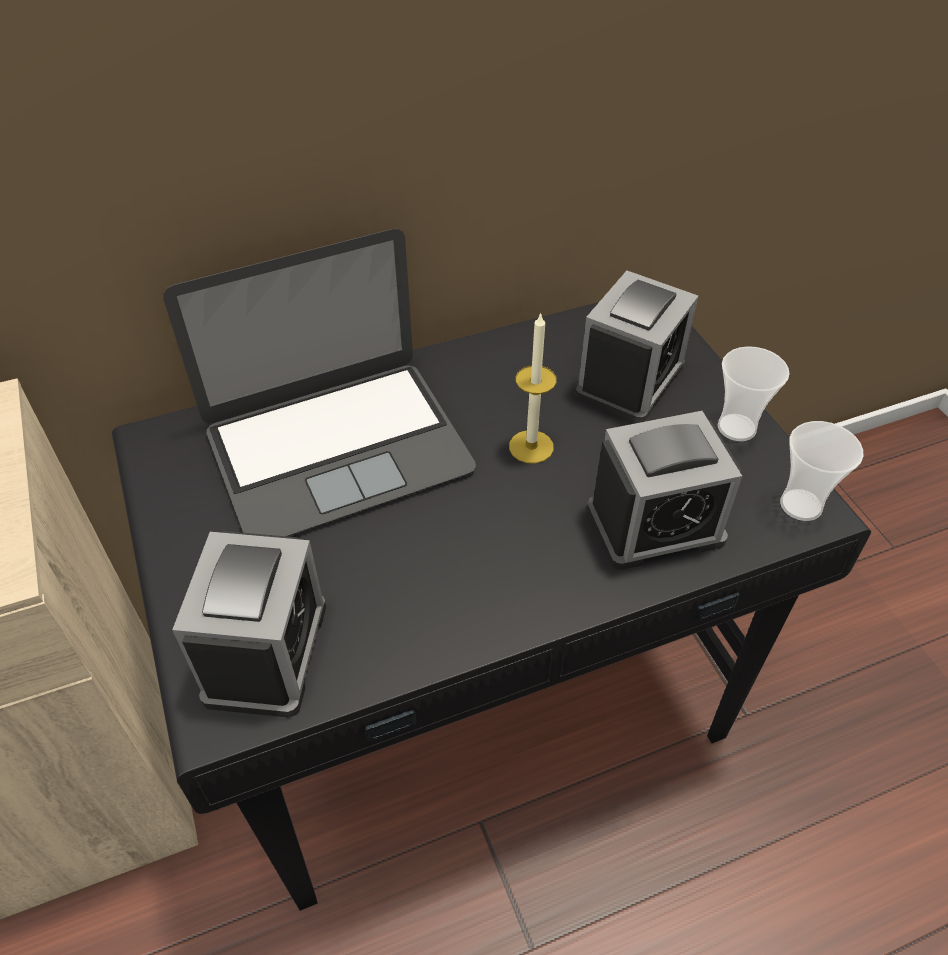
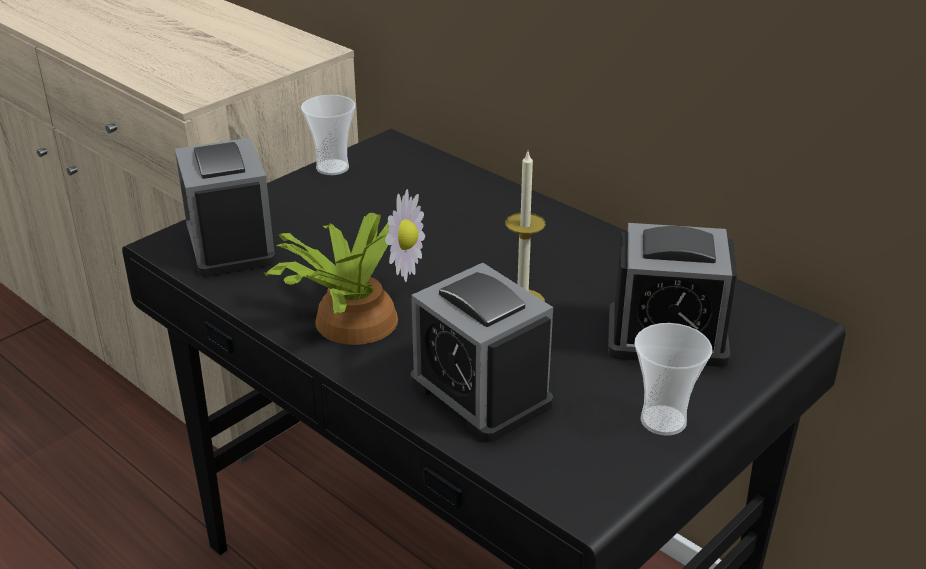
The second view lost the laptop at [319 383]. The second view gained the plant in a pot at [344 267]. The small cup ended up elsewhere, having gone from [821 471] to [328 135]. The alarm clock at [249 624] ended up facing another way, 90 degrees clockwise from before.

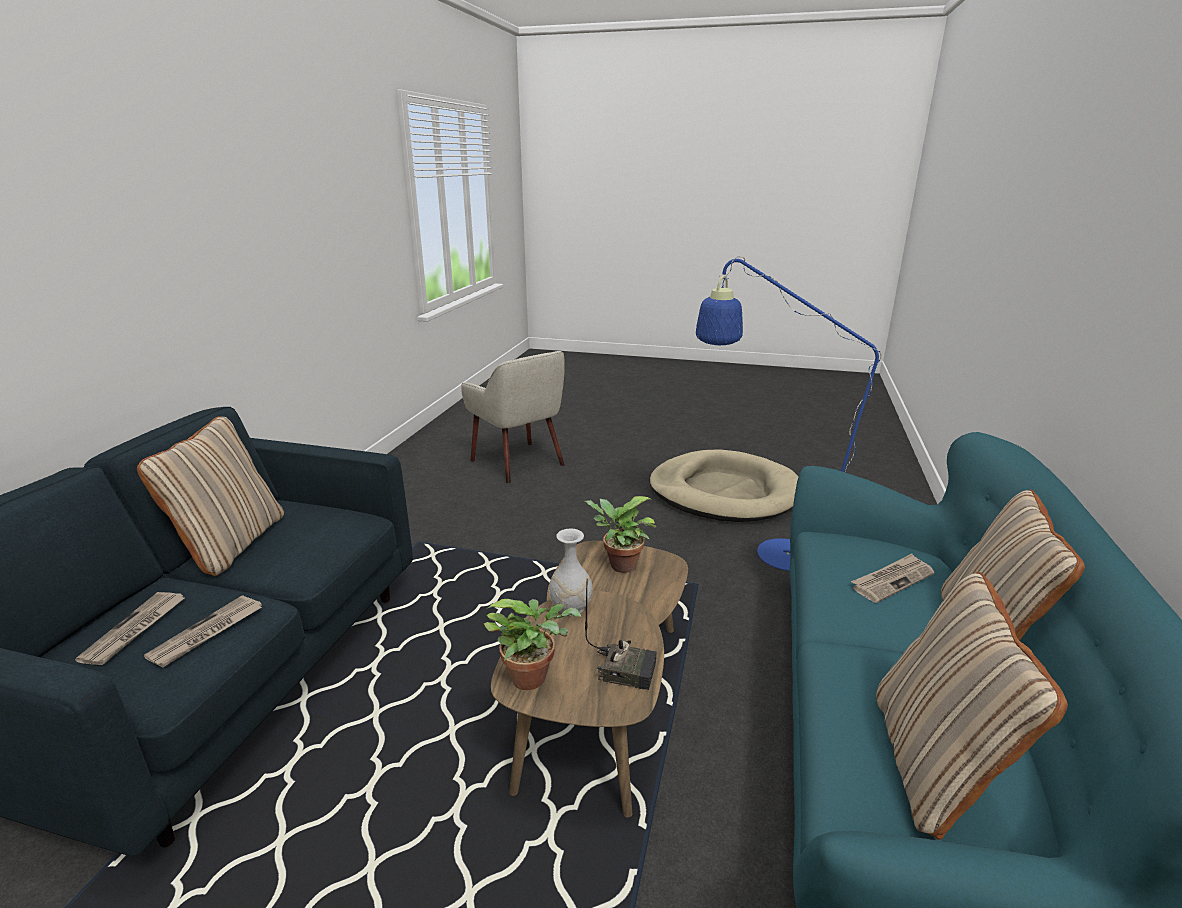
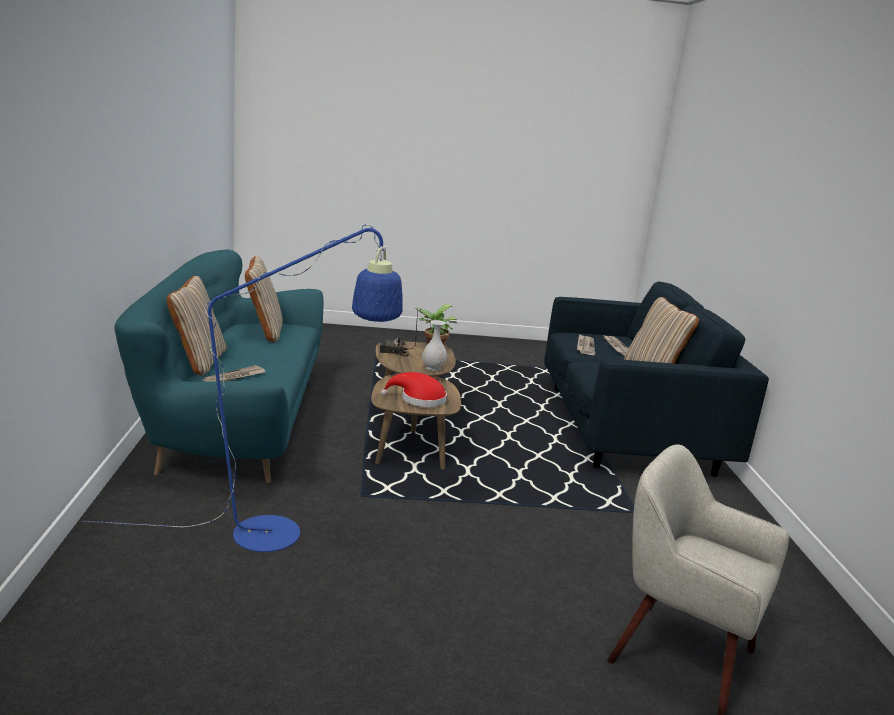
The second view lost the dog cushion in sand-coloured at [723 485]. Where the plant in a pot stood at [620 534], the wearable hat in red-coloured came to stand at [414 389].

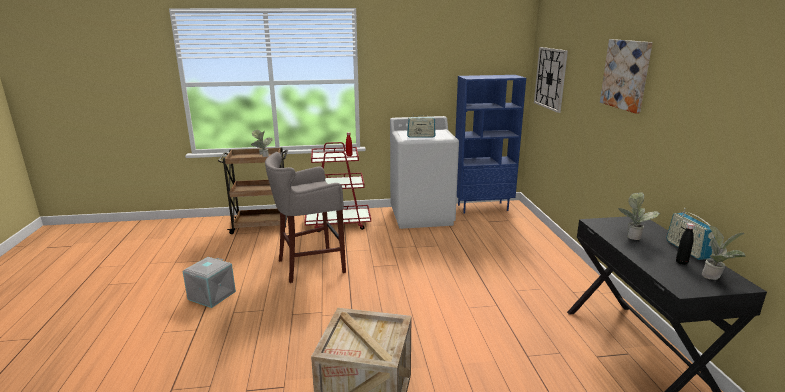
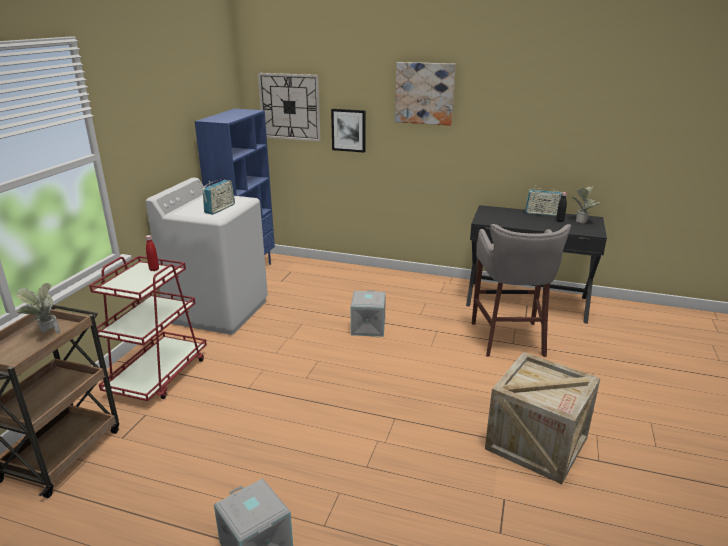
The second view lost the plant in a pot at [639 216]. The second view gained the picture at [348 131]. The second view gained the storage container in greyish at [368 313]. The stool in greyish ended up elsewhere, having gone from [305 217] to [521 290].

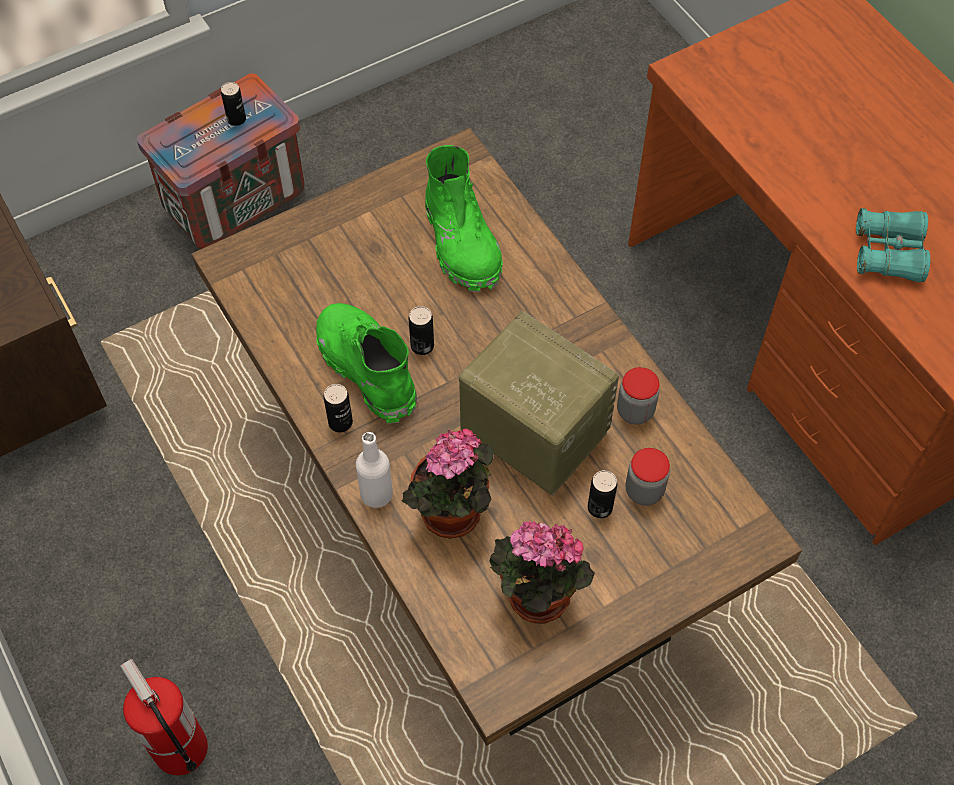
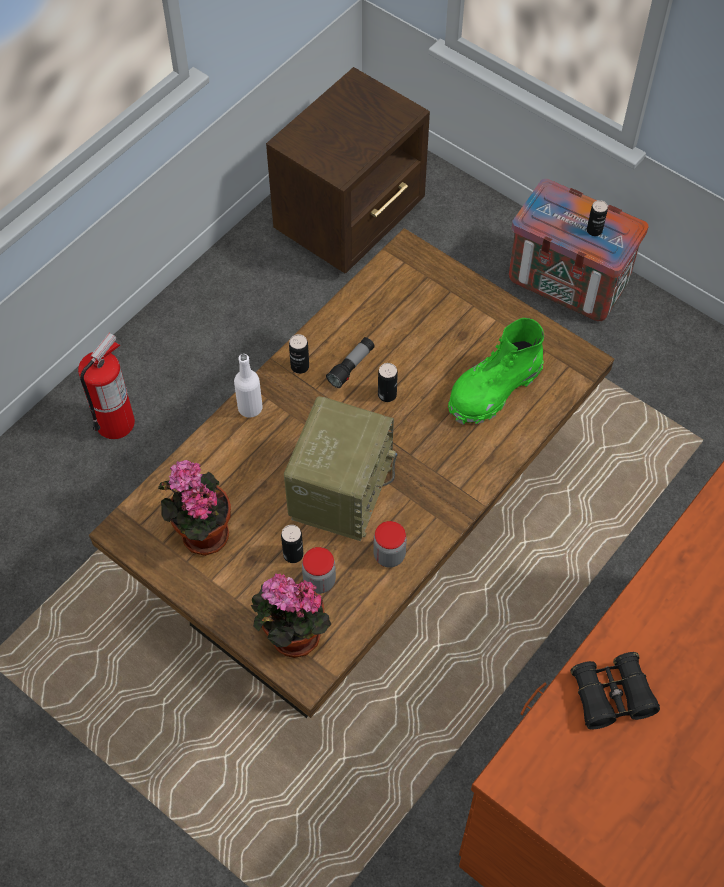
The plant in a pot ended up elsewhere, having gone from [448 484] to [291 616]. Where the boot in green-coloured stood at [366 363], the hand torch came to stand at [350 362]. What was the field glasses in blue-green at [893 245] turned into the field glasses in blackish at [615 691].

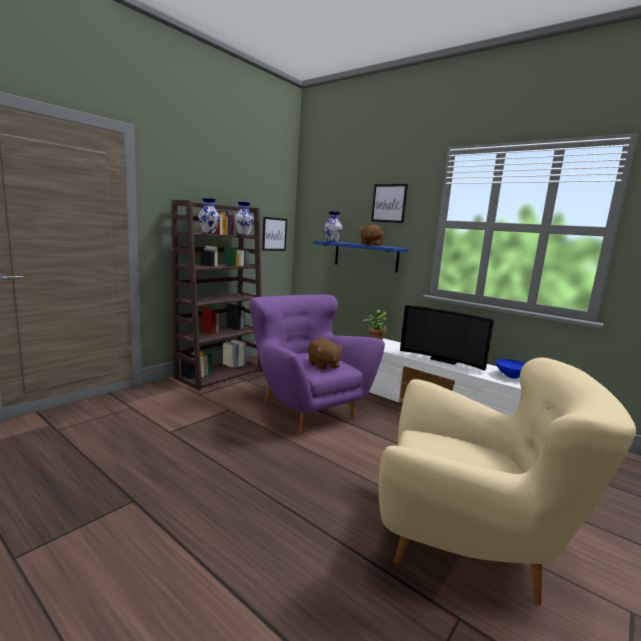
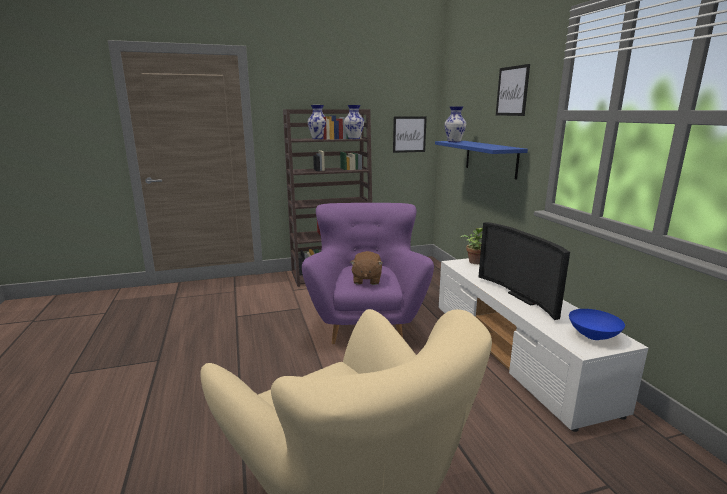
The second view lost the soft toy in brown at [372 235].

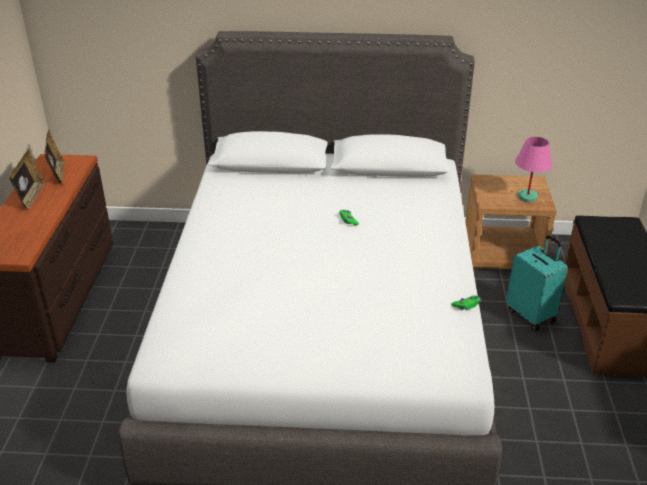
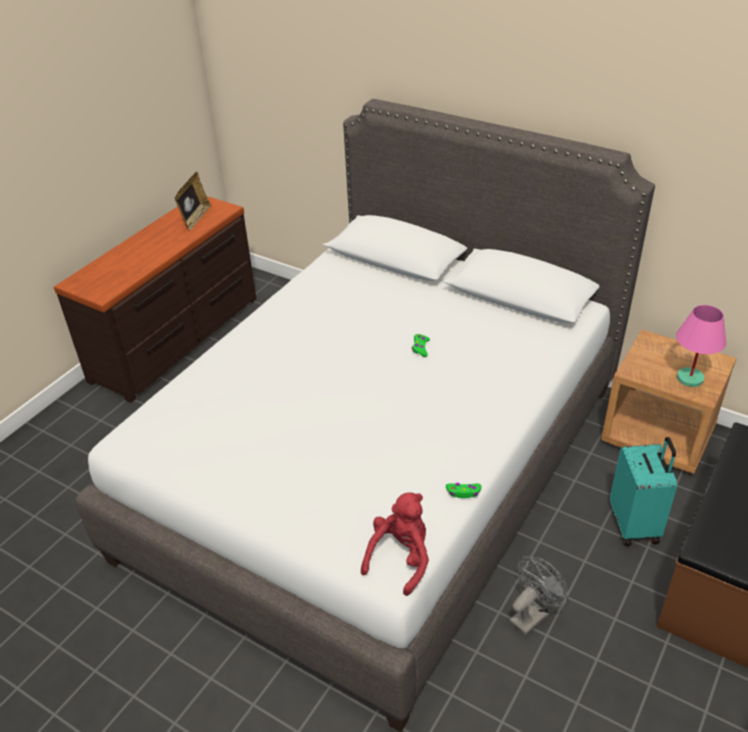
The second view lost the standing frame at [27 180]. The second view gained the soft toy in red-coloured at [395 544]. The second view gained the fan in greyish at [539 595].

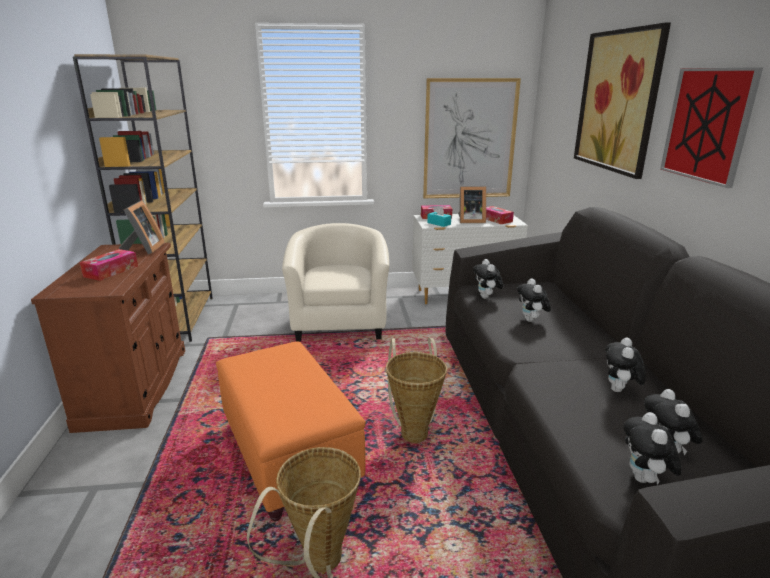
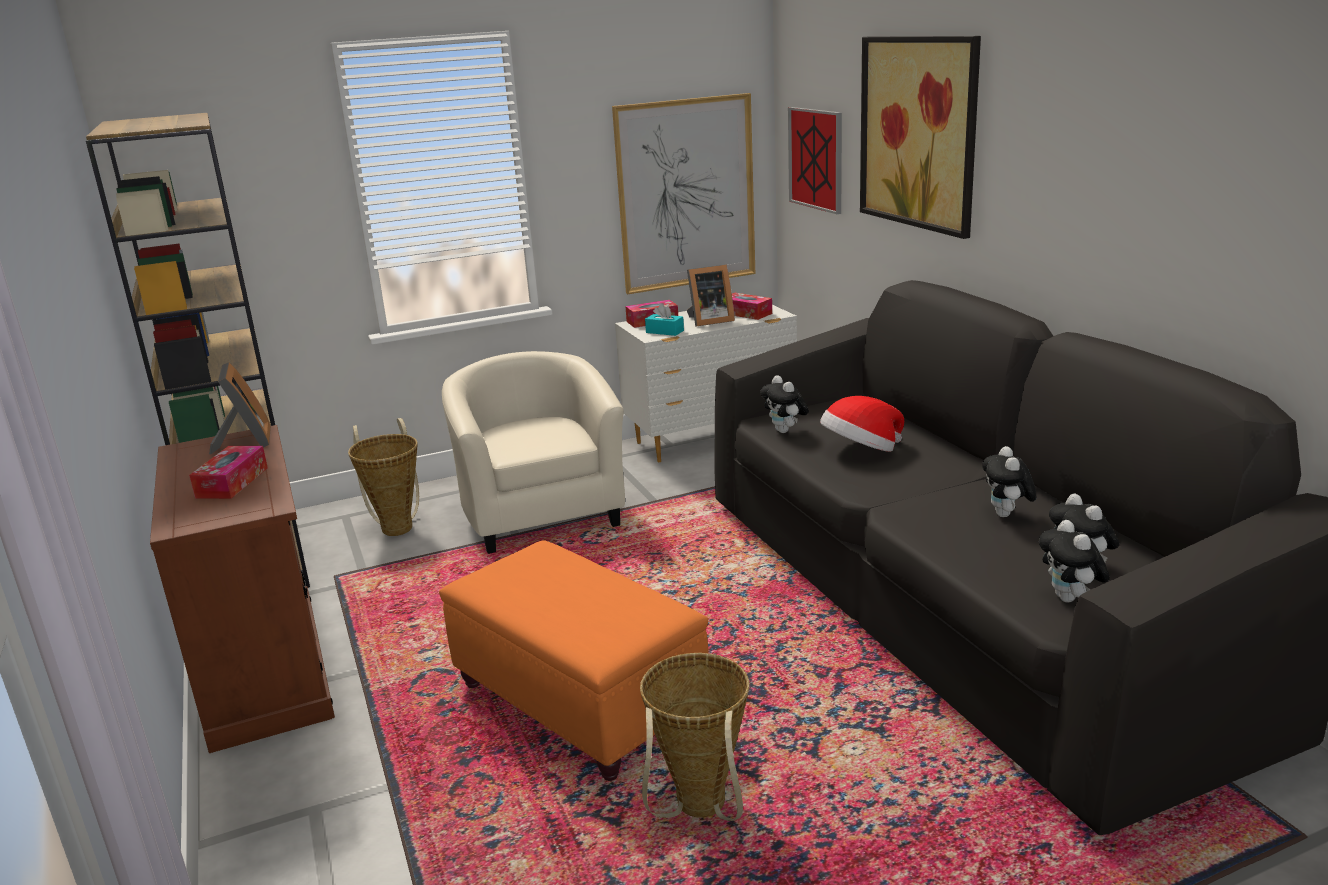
The basket ended up elsewhere, having gone from [416 390] to [383 477]. The picture ended up elsewhere, having gone from [711 127] to [815 160]. Where the soft toy stood at [534 300], the wearable hat came to stand at [862 424].

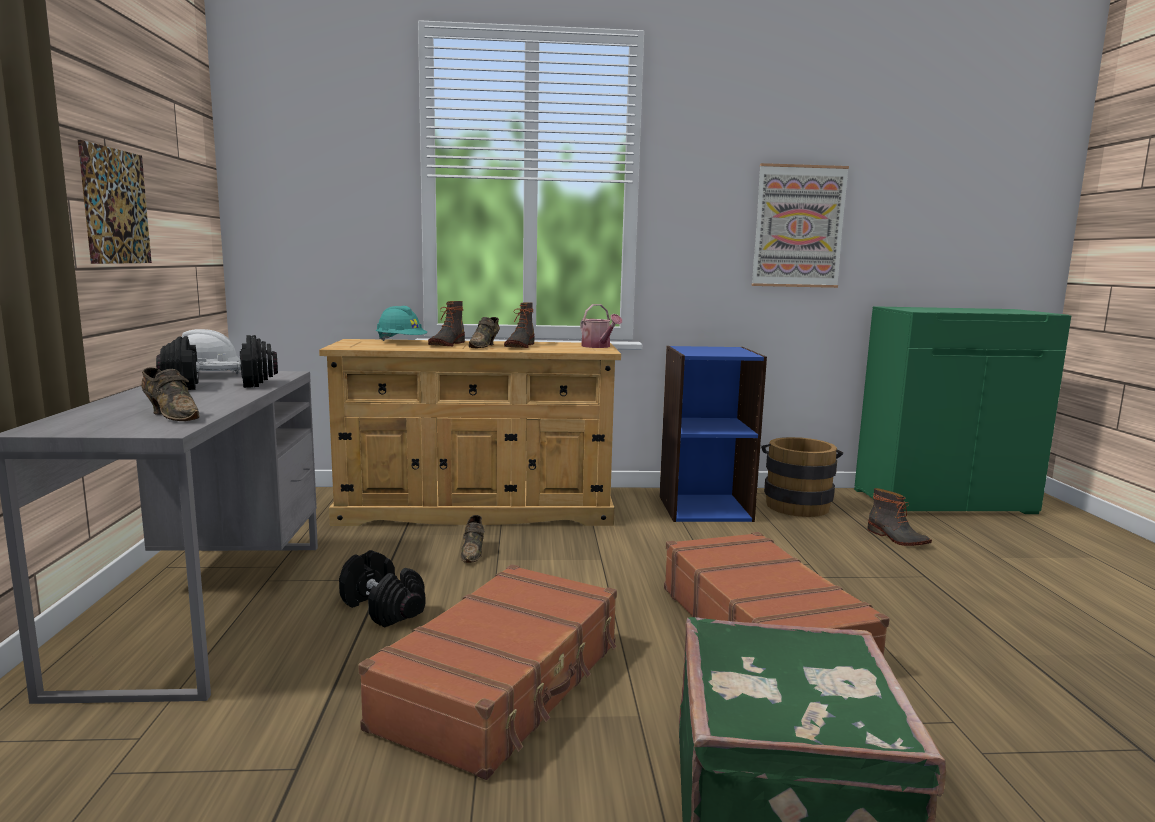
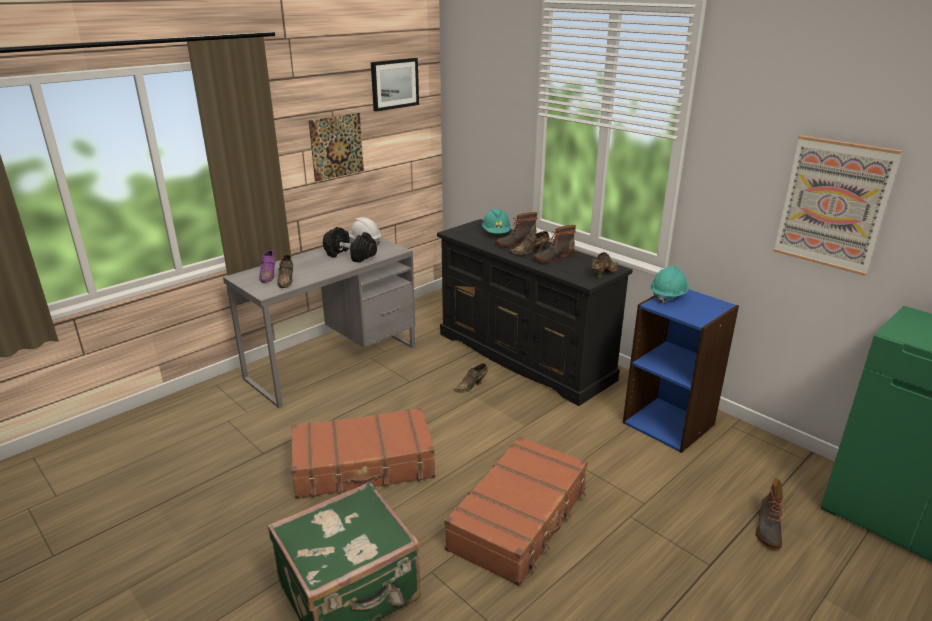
The second view lost the dumbbell in blackish at [382 588]. The second view lost the pail in brown at [802 477]. The second view gained the shoe in purple at [267 266]. The second view gained the picture at [395 85]. The second view gained the work helmet in blue-green at [670 285]. Where the watering pot stood at [601 326], the shoe in brown came to stand at [604 265]. What was the dresser in sand-coloured at [470 432] turned into the dresser in blackish at [535 312].

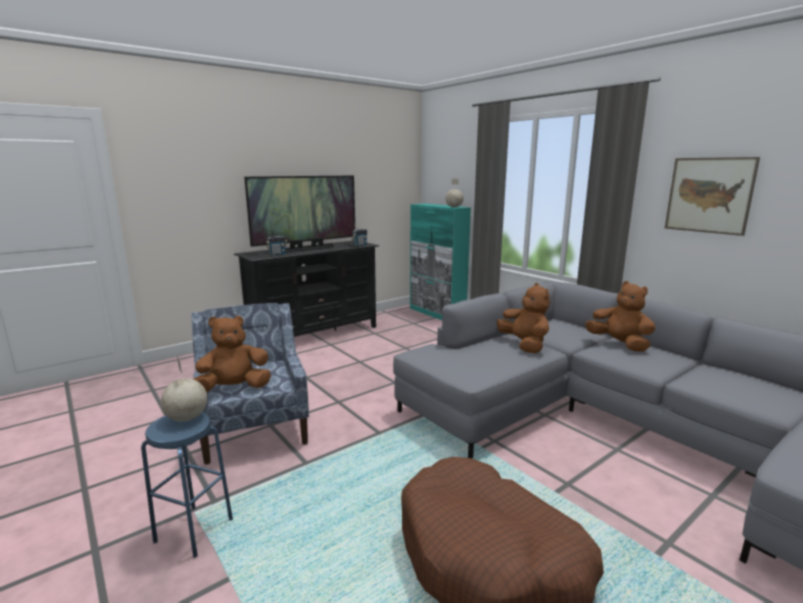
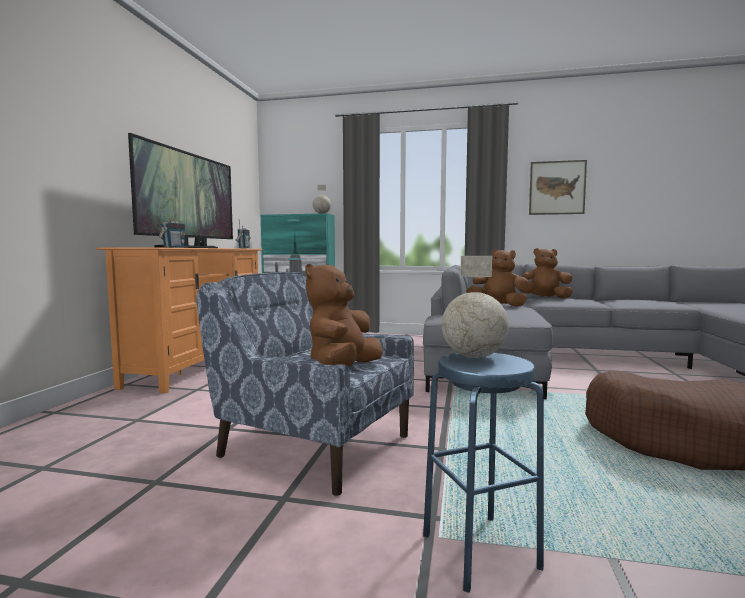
What was the tv unit in blackish at [306 289] turned into the tv unit in orange at [179 321].

